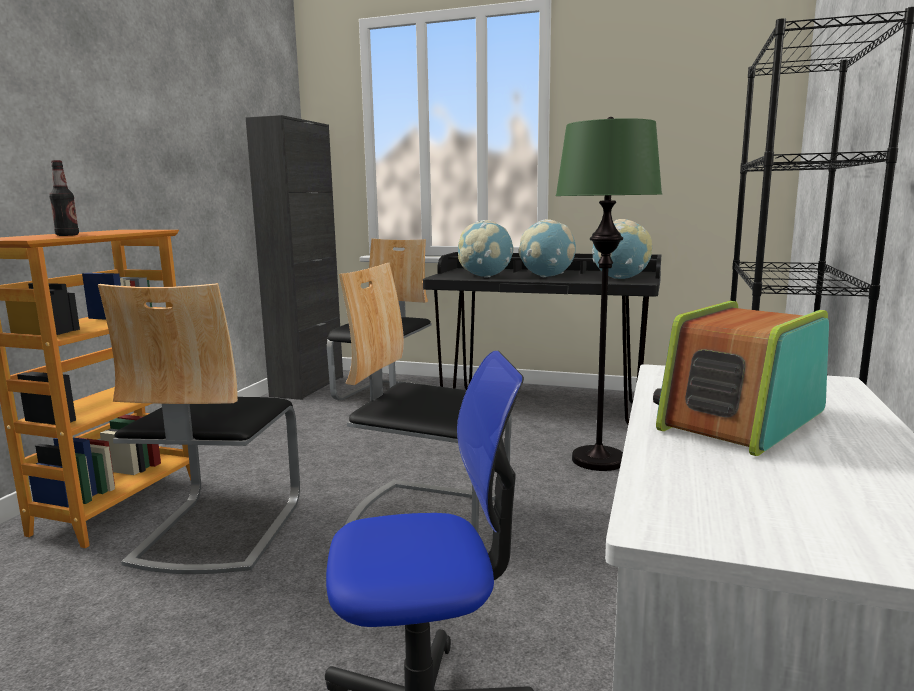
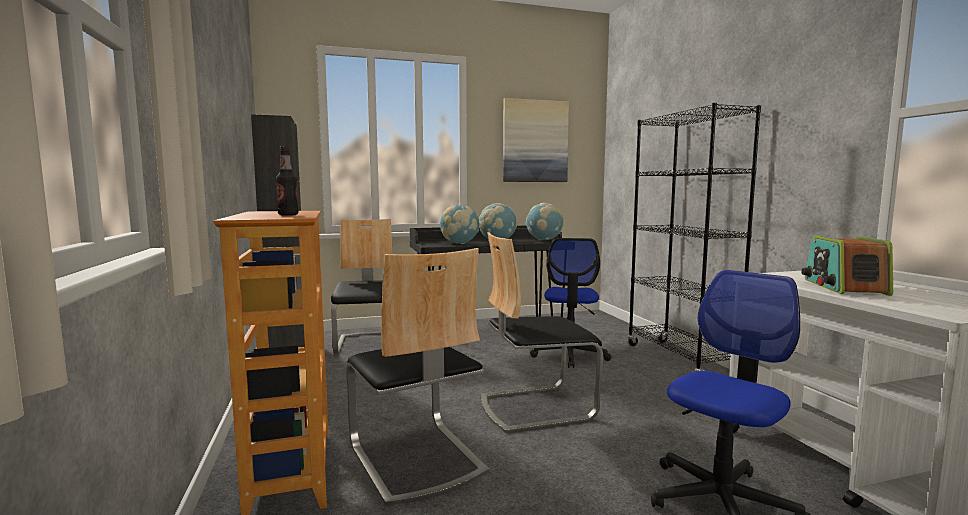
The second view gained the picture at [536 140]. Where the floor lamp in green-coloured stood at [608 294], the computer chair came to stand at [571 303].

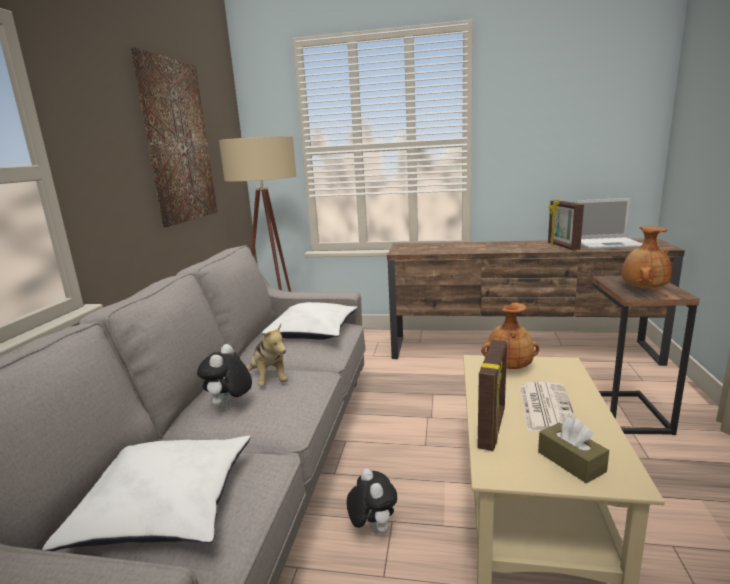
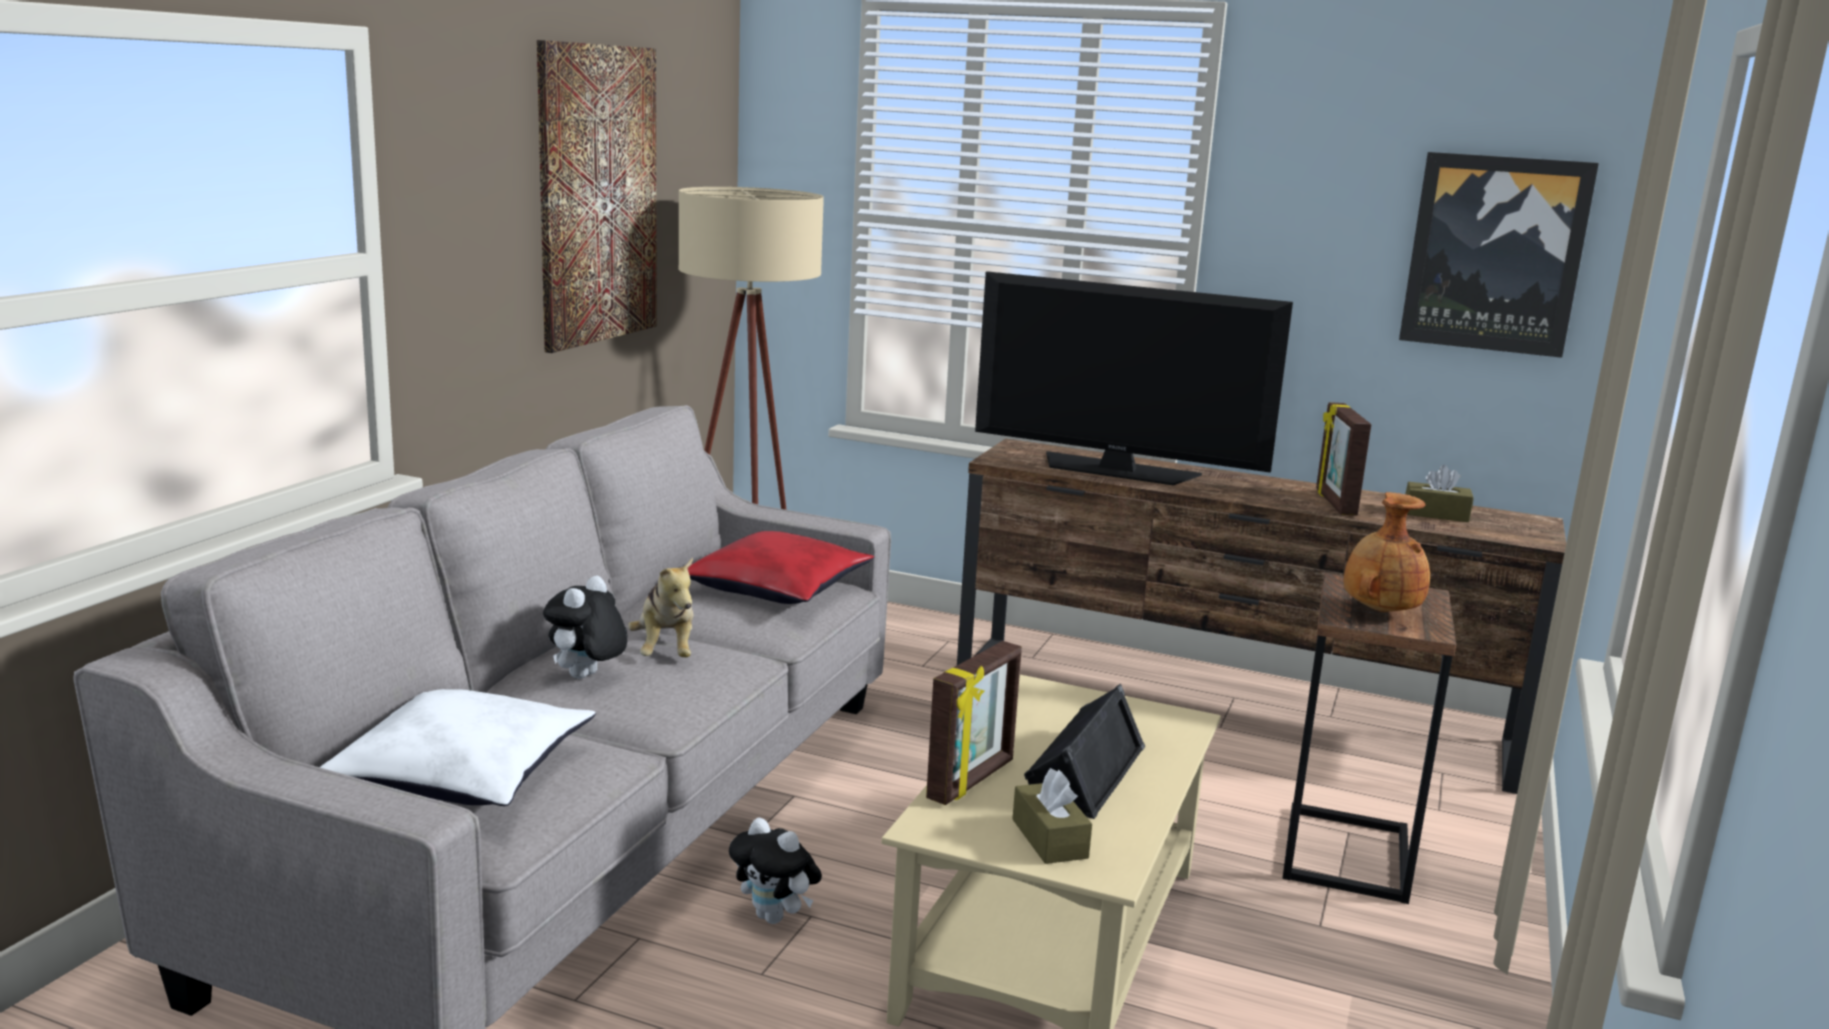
The second view lost the vase in brown at [510 335]. The second view gained the TV at [1134 378]. The second view gained the picture at [1499 255]. Where the newspaper stood at [548 407], the audio speaker in blackish came to stand at [1084 751]. Where the laptop stood at [609 224], the box of tissues in brown came to stand at [1439 493]. What was the pillow in whitish at [309 321] turned into the pillow in red-coloured at [781 567]. The soft toy at [372 501] ended up facing another way, 135 degrees clockwise from before.

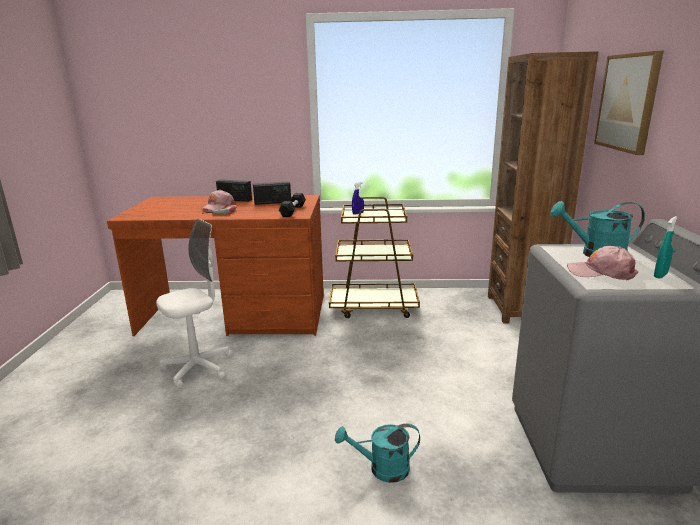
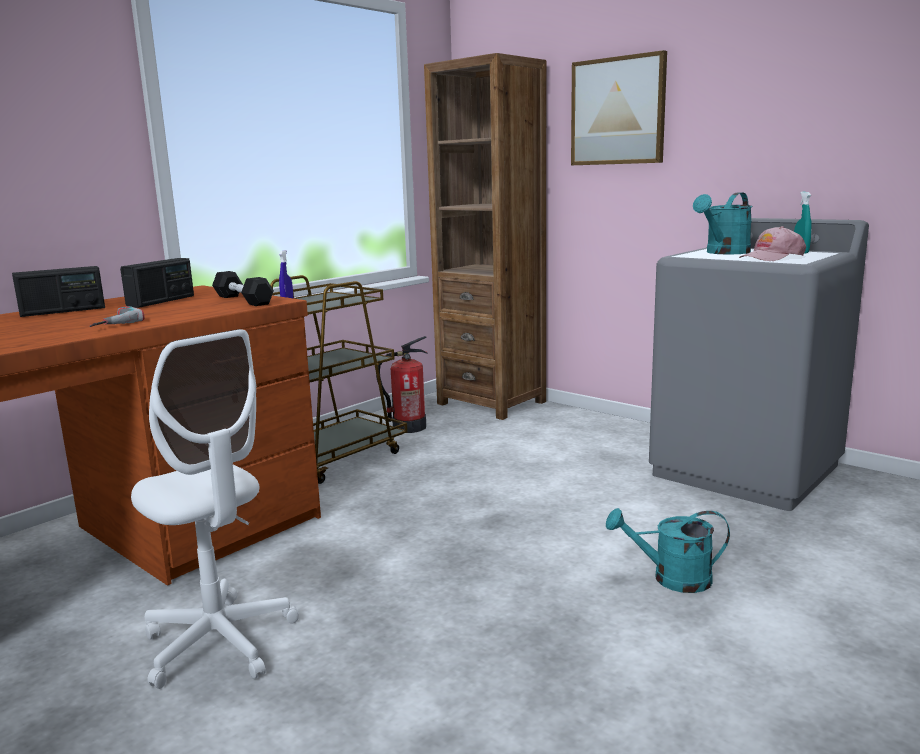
The second view lost the baseball cap in pinkish at [217 200]. The second view gained the fire-fighting cylinder at [401 384]. The computer chair in whitish at [194 304] ended up facing another way, 135 degrees clockwise from before. The watering pot in blue-green at [377 453] ended up facing another way, 60 degrees clockwise from before.

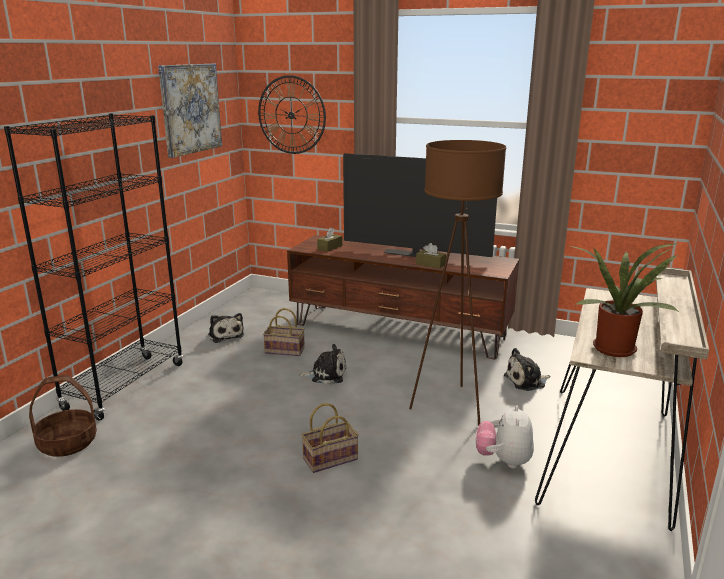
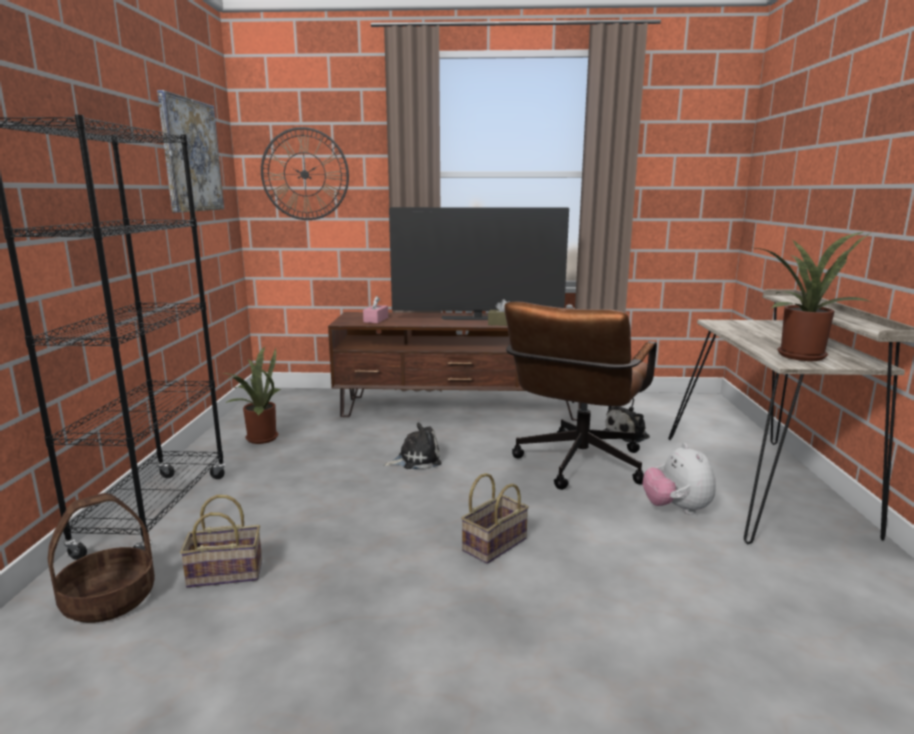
The basket ended up elsewhere, having gone from [284 332] to [221 541]. Where the soft toy stood at [226 328], the plant in a pot came to stand at [252 395]. Where the floor lamp in brown stood at [457 282], the computer chair in brown came to stand at [580 396]. What was the box of tissues in brown at [329 239] turned into the box of tissues in pinkish at [375 309].

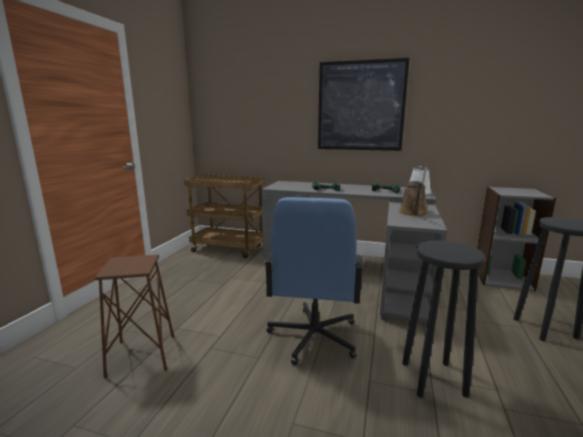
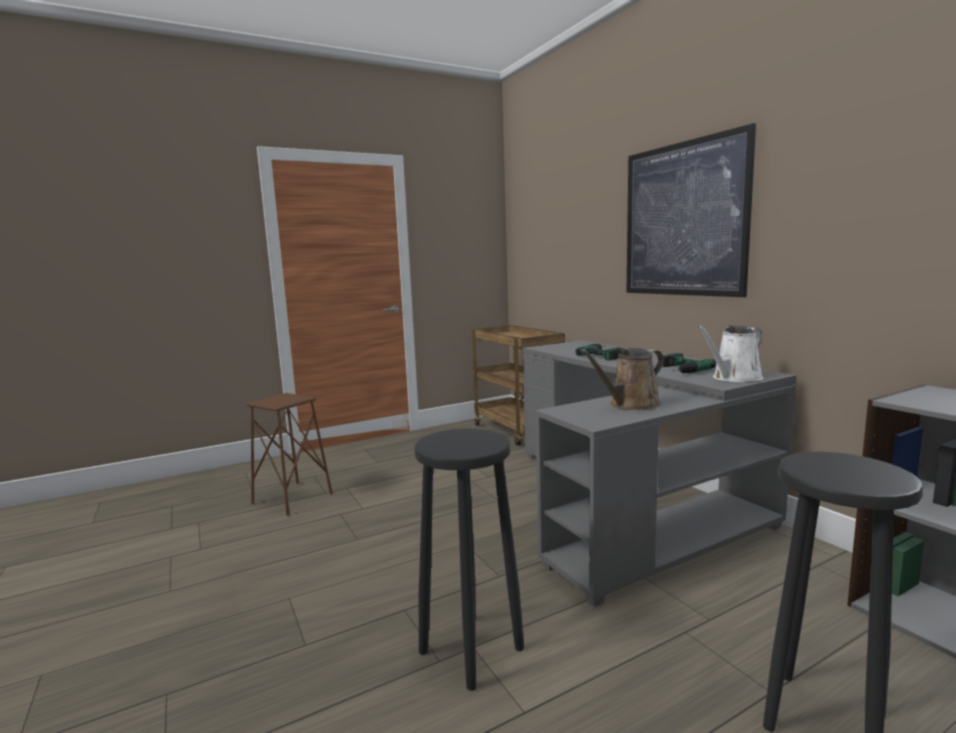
The second view lost the computer chair in bluish at [314 281].

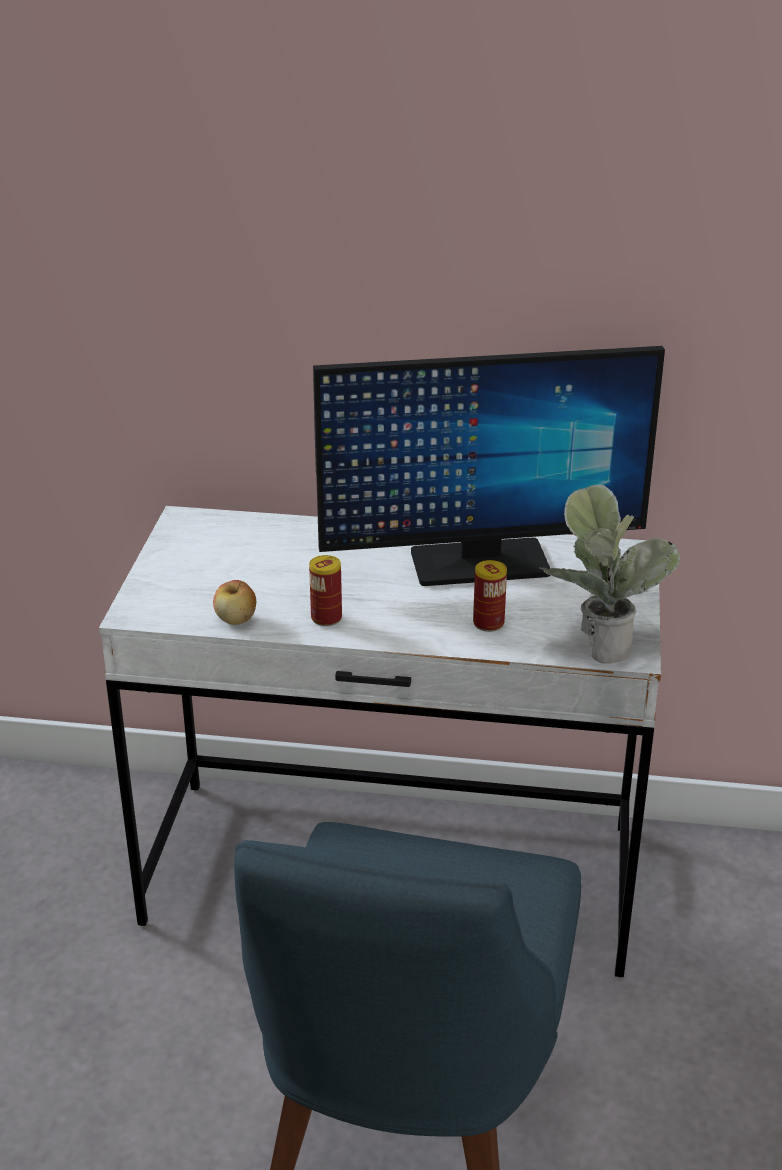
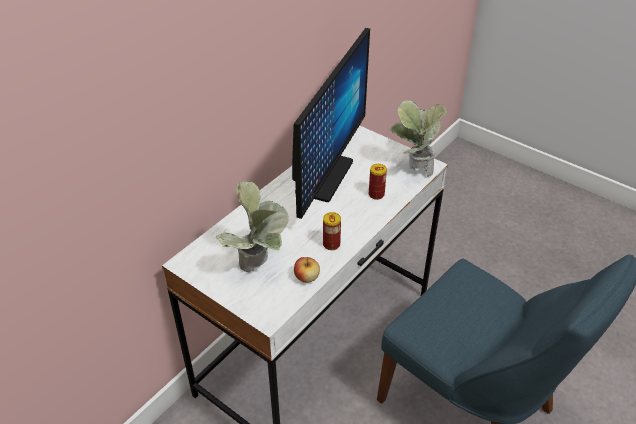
The second view gained the plant in a pot at [252 227].

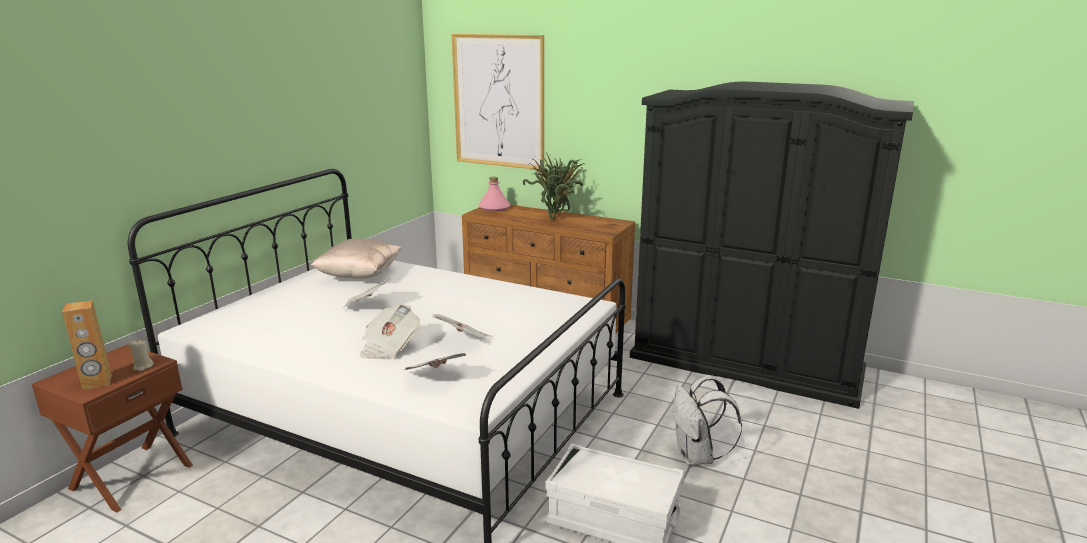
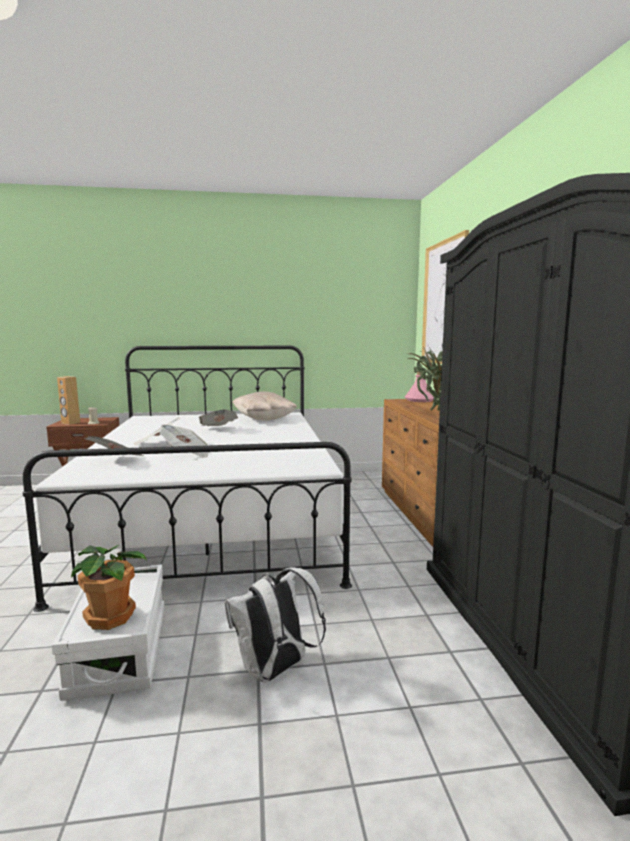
The second view gained the plant in a pot at [109 587].

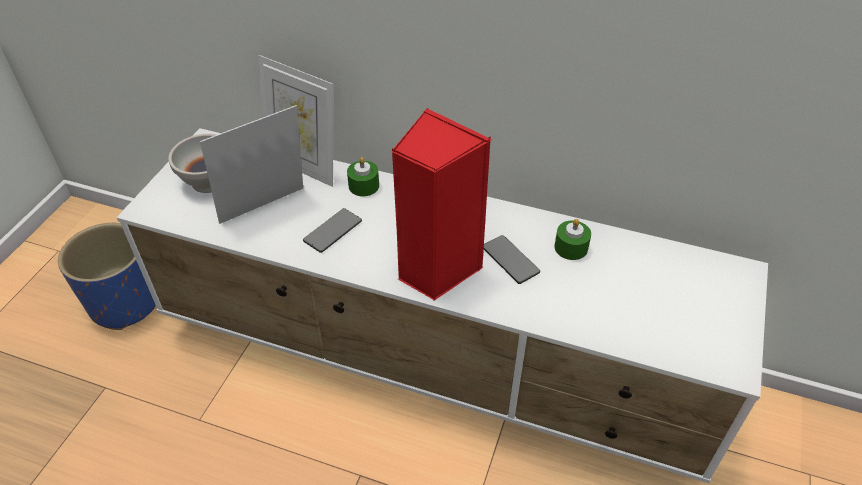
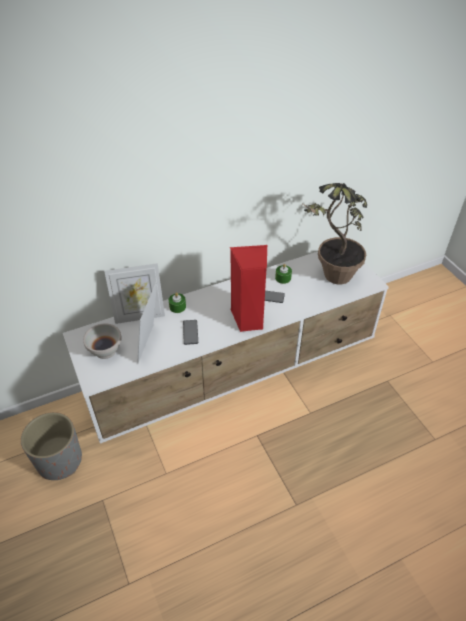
The second view gained the plant in a pot at [335 233]. What was the plant pot in bluish at [107 276] turned into the plant pot in greyish at [51 446].

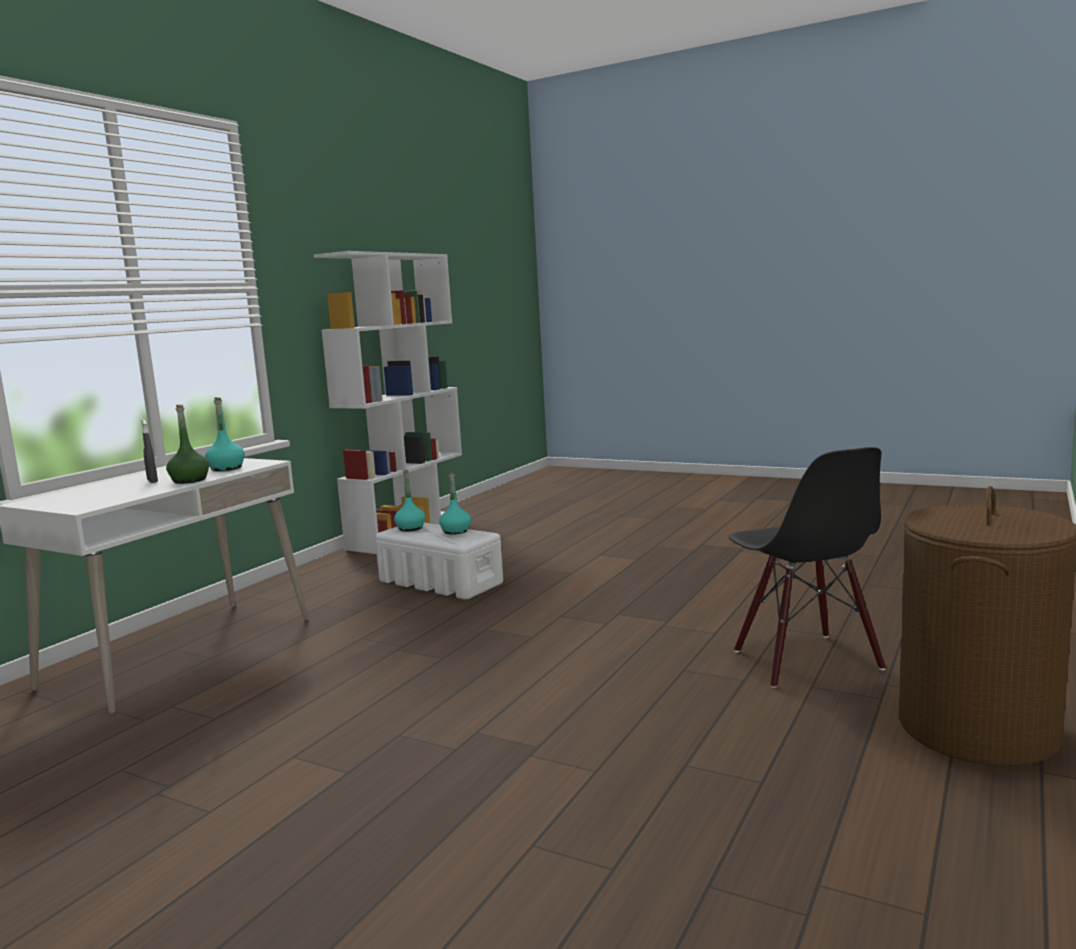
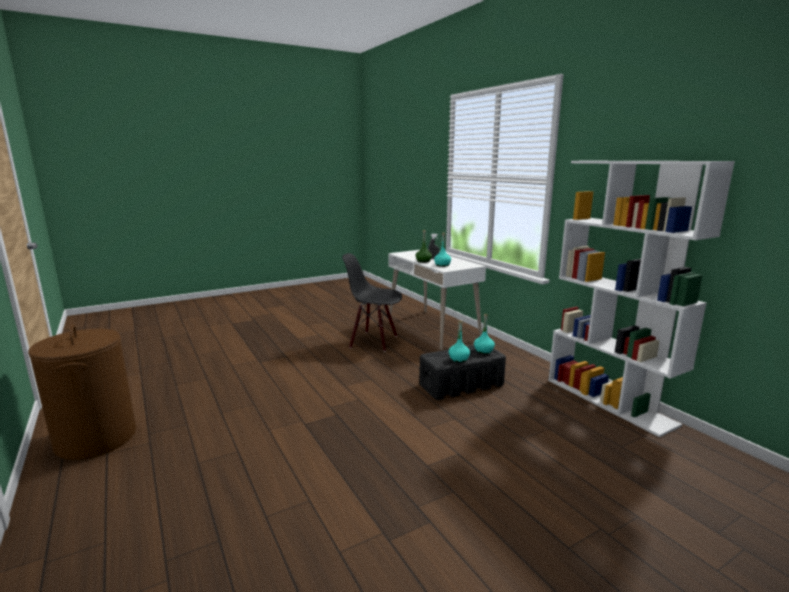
The plain chair in blackish ended up elsewhere, having gone from [807 567] to [372 302]. What was the storage container in whitish at [439 561] turned into the storage container in blackish at [462 372].

